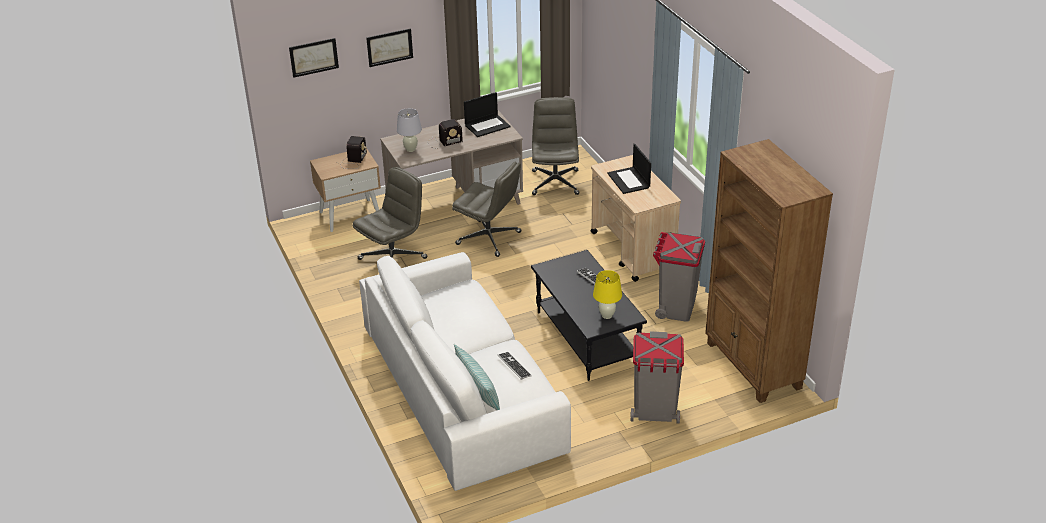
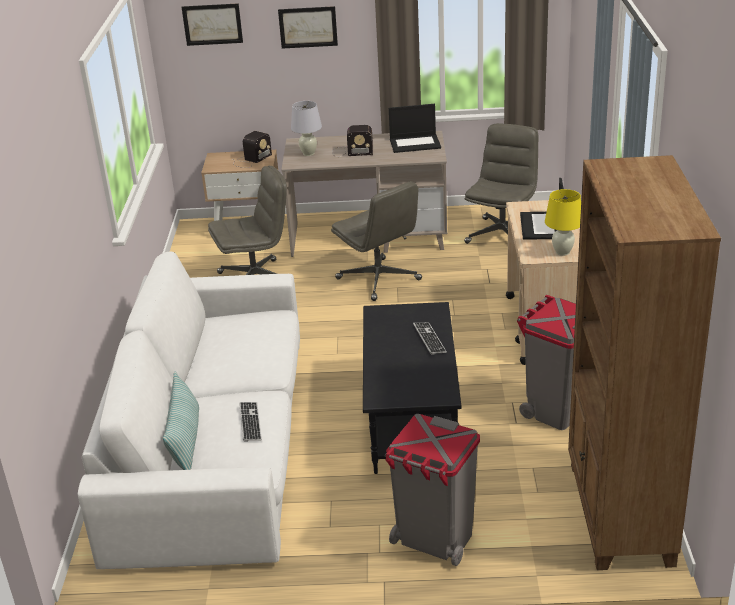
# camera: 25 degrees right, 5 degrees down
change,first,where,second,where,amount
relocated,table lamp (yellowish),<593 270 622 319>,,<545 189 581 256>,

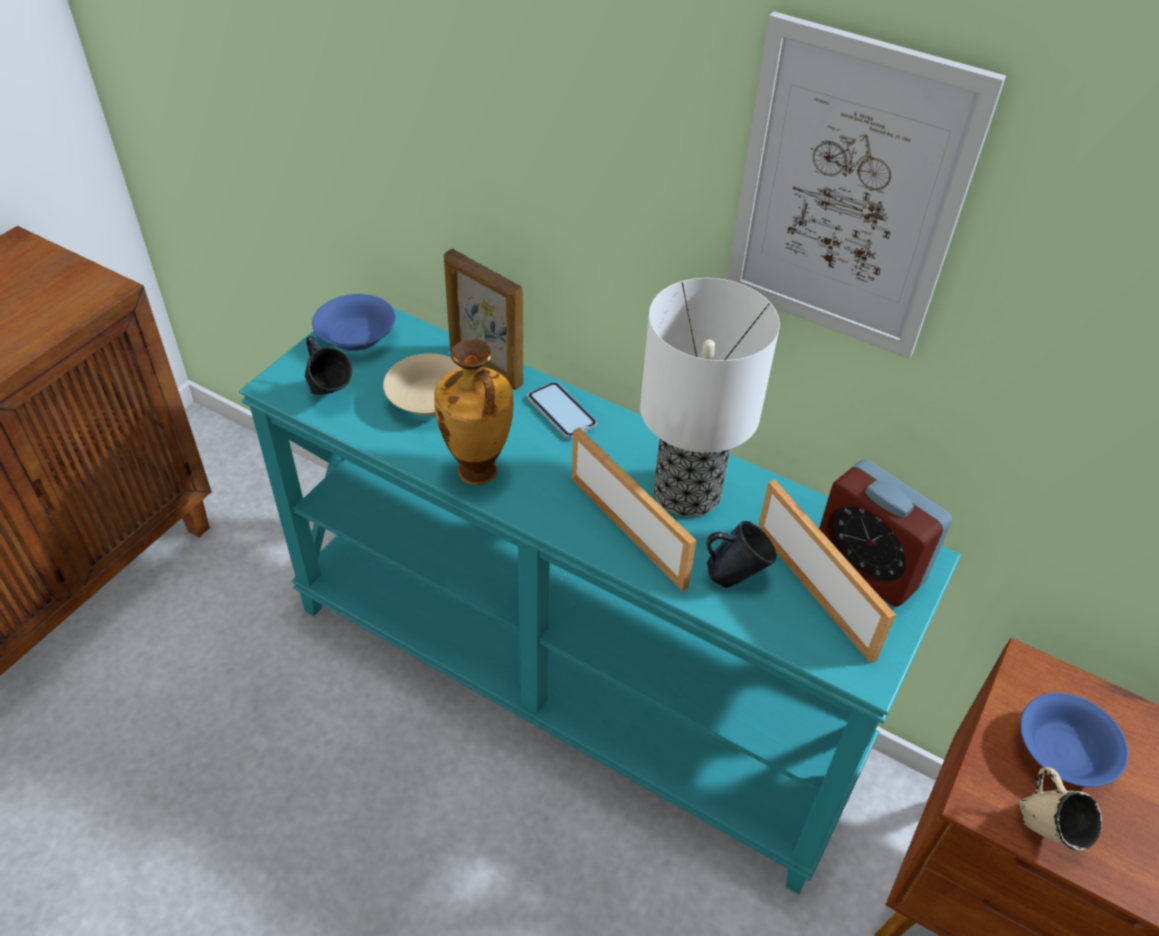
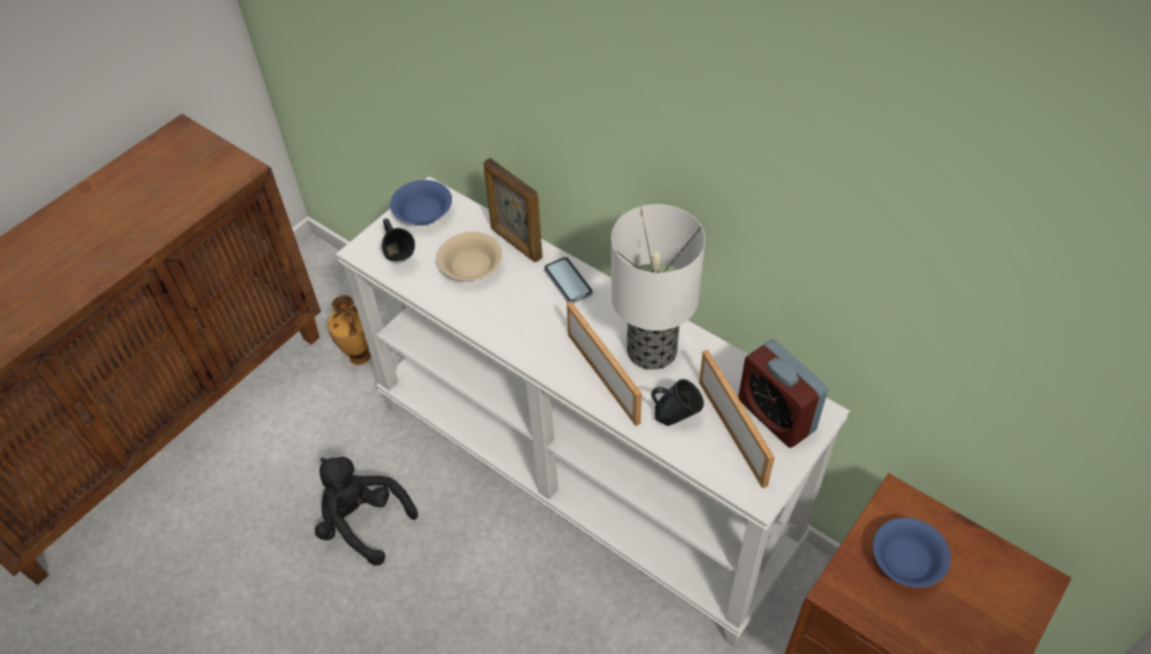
# camera: 10 degrees right, 5 degrees up
change,first,where,second,where,amount
appeared,,,plush toy (black-coloured),<315 457 418 566>,
relocated,flower vase,<434 339 513 485>,,<328 295 371 365>,
colour,console table (blue-green),<239 293 961 894>,console table (white-coloured),<335 176 850 647>,
missing,wall picture,<727 11 1006 359>,,,
missing,mug (beige-coloured),<1019 767 1102 851>,,,

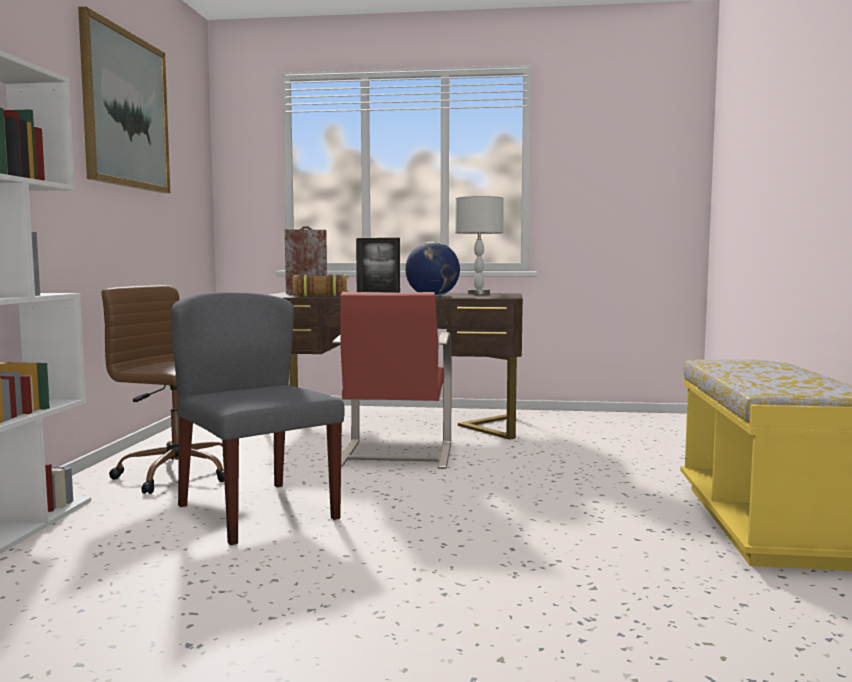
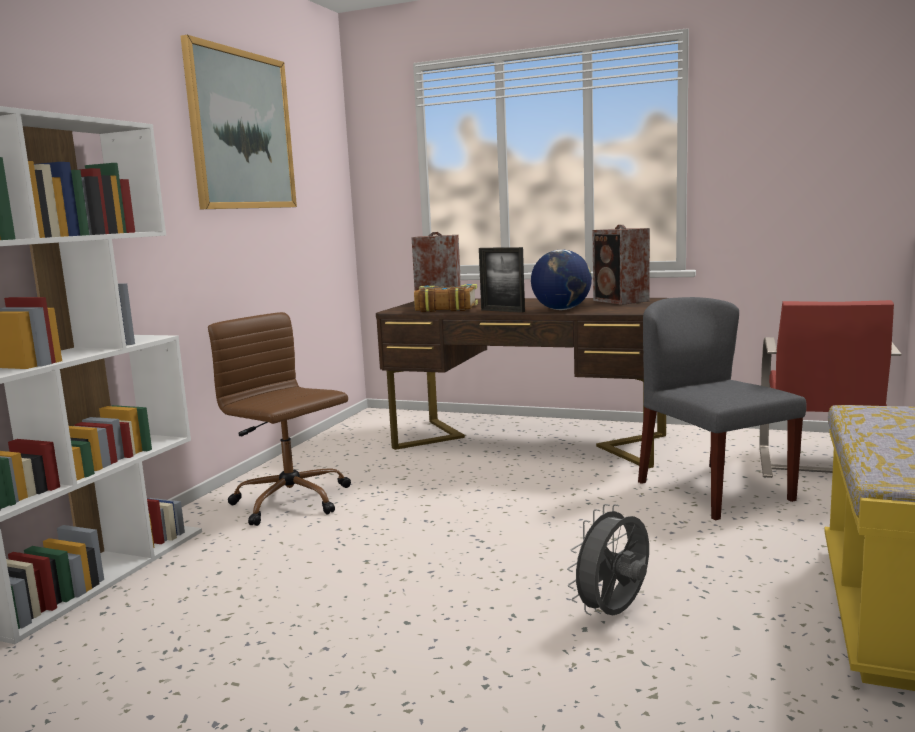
# camera: 15 degrees right, 5 degrees up
change,first,where,second,where,amount
appeared,,,fan (gray),<567 504 649 615>,
exchanged,table lamp (gray),<455 196 504 294>,speaker,<592 225 650 305>,
relocated,chair (gray),<171 292 345 545>,,<638 297 807 520>,
relocated,chair (reddish),<332 292 452 469>,,<759 300 902 478>,

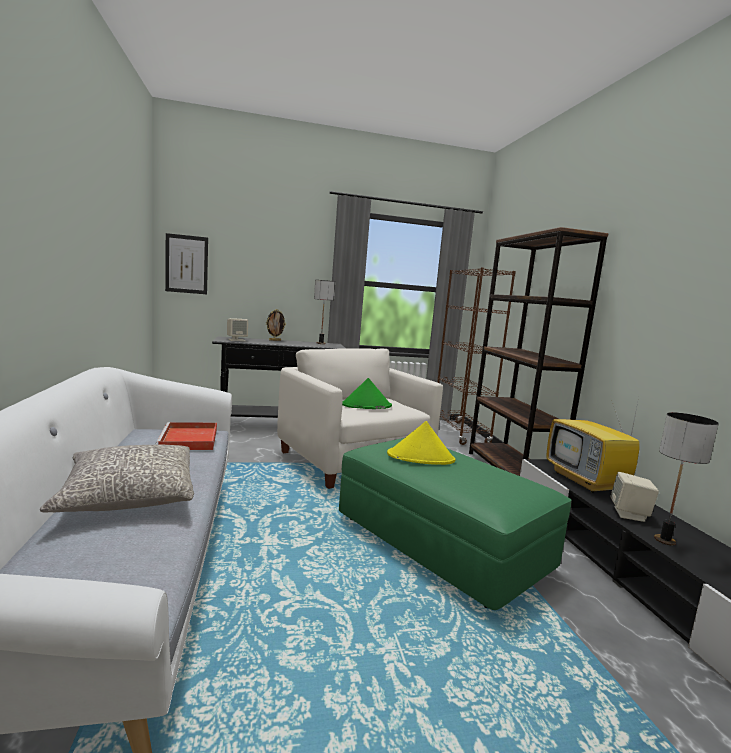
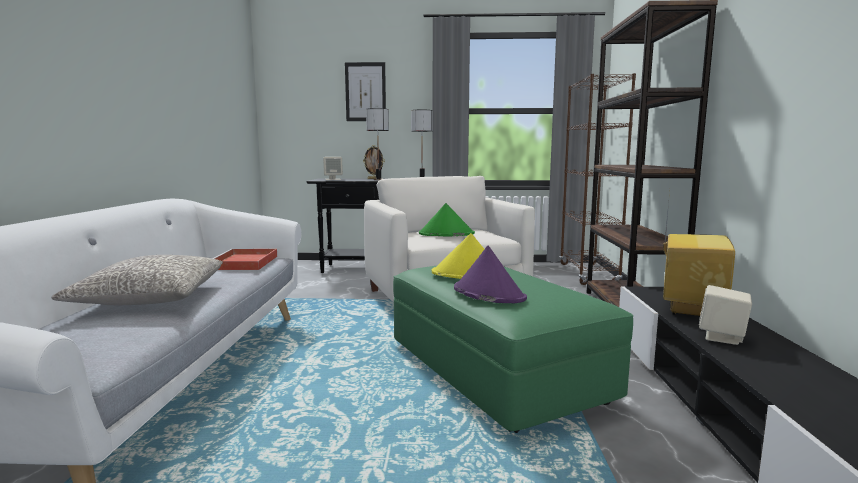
# camera: 15 degrees right, 0 degrees up
change,first,where,second,where,amount
relocated,wall picture,<165 233 208 294>,,<345 62 386 121>,
relocated,table lamp,<654 412 719 545>,,<366 108 389 180>,
appeared,,,wearable hat (purple),<454 246 527 303>,
spun,television,<546 398 640 493>,,<663 192 735 316>,150 degrees counterclockwise

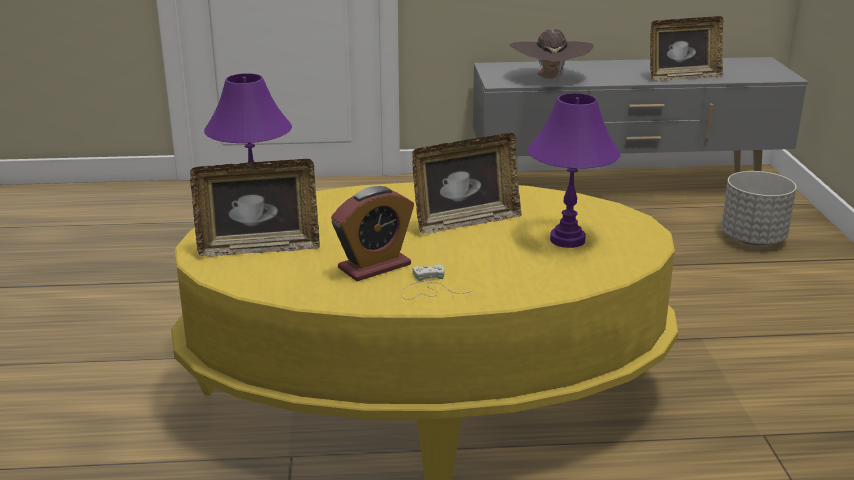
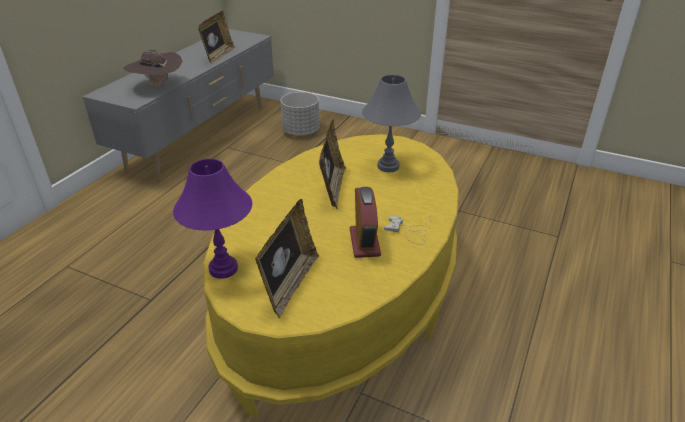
# camera: 60 degrees left, 10 degrees up
change,first,where,second,where,amount
colour,table lamp (purple),<527 93 621 248>,table lamp (gray),<362 75 421 172>,

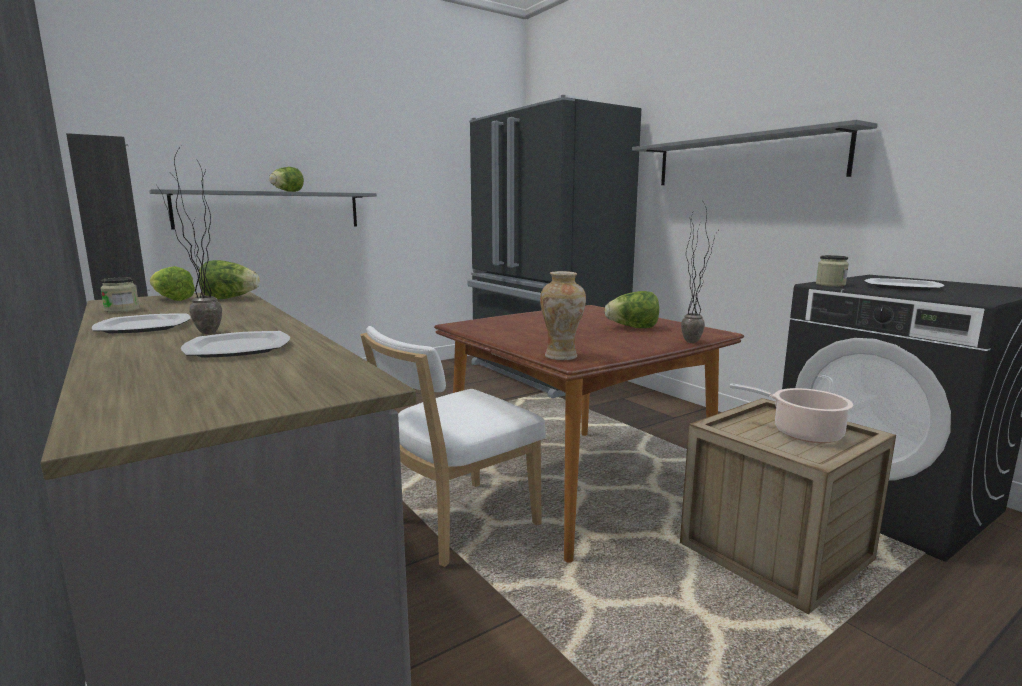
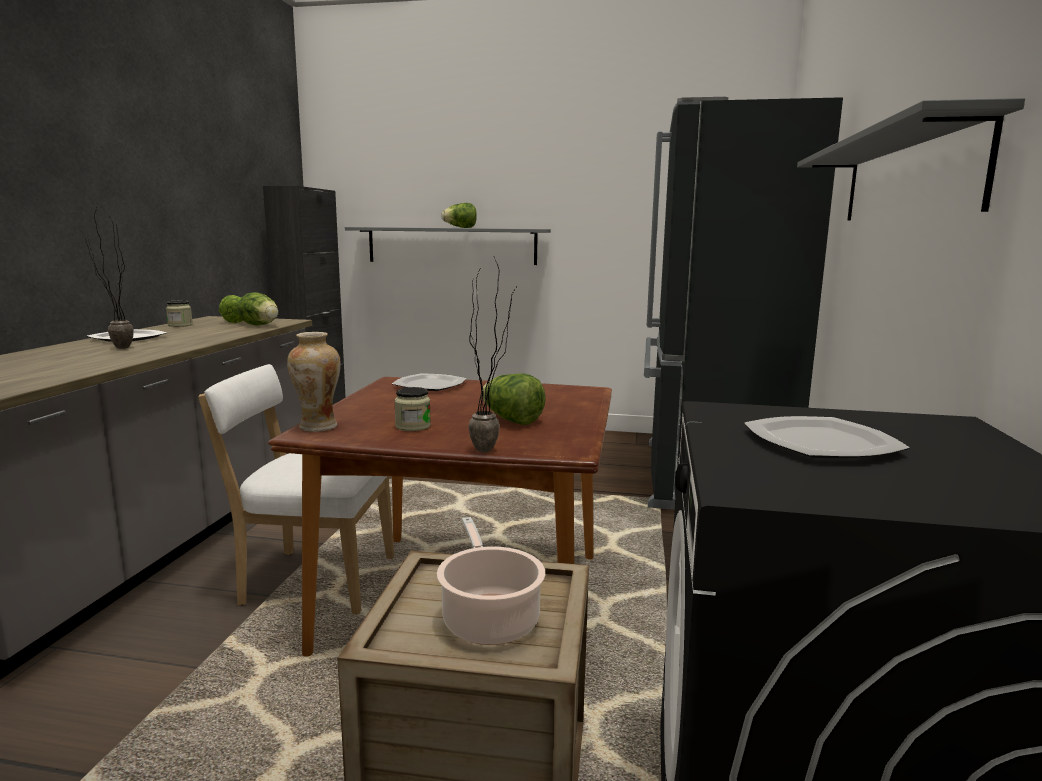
# camera: 45 degrees right, 0 degrees up
change,first,where,second,where,amount
relocated,dinner plate,<181 331 290 357>,,<392 373 466 391>,
relocated,jar,<816 255 849 286>,,<394 387 431 431>,

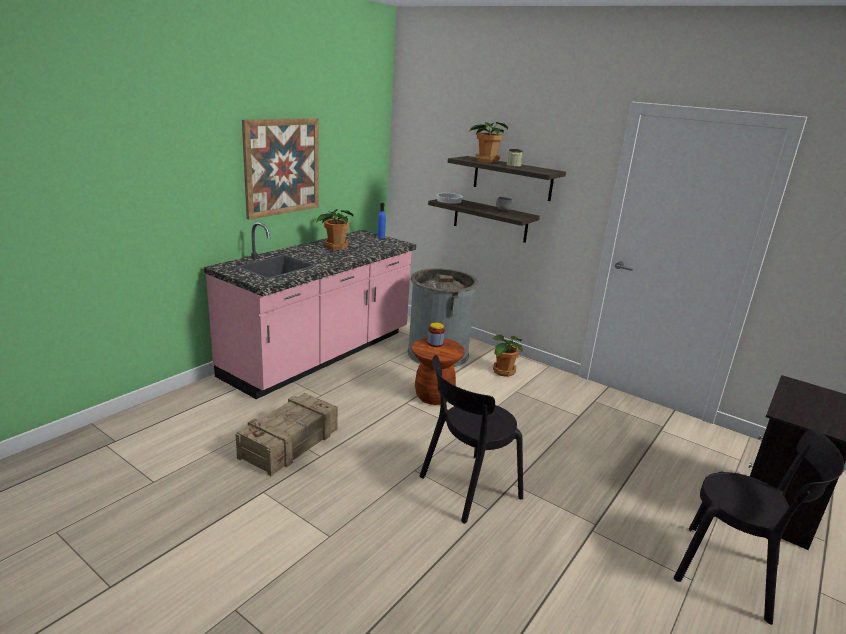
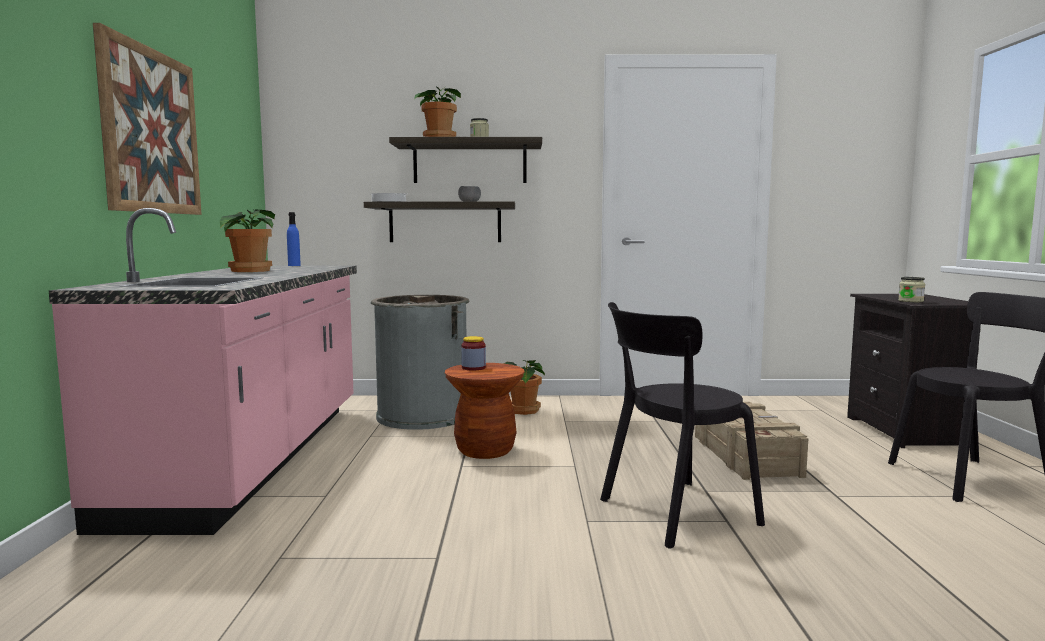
# camera: 35 degrees left, 15 degrees down
change,first,where,second,where,amount
spun,chair (black-coloured),<419 355 523 524>,,<600 302 765 549>,45 degrees clockwise
relocated,shipping crate,<235 393 338 476>,,<695 402 808 480>,
appeared,,,jar,<898 277 925 302>,

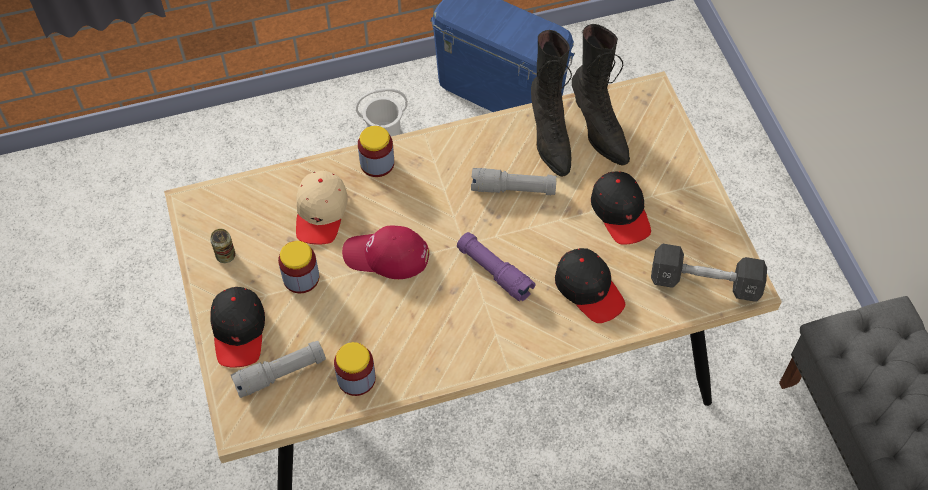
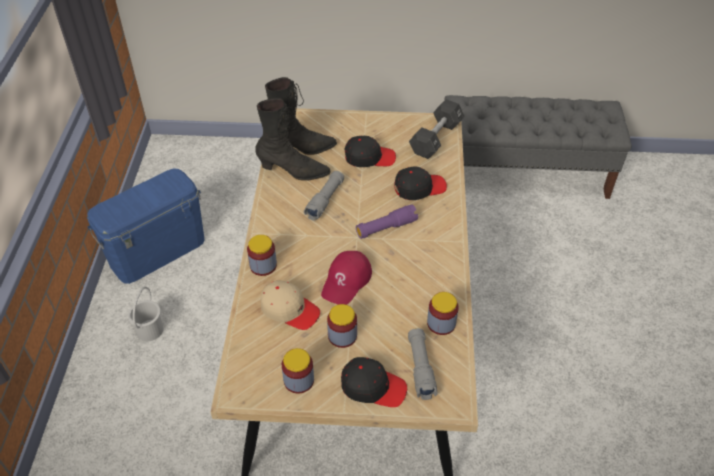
# camera: 70 degrees left, 10 degrees down
change,first,where,second,where,amount
exchanged,metal can,<210 229 236 263>,jar,<282 348 314 394>,

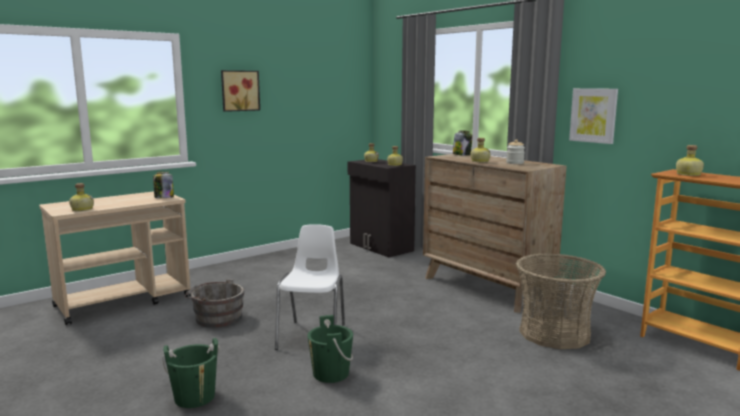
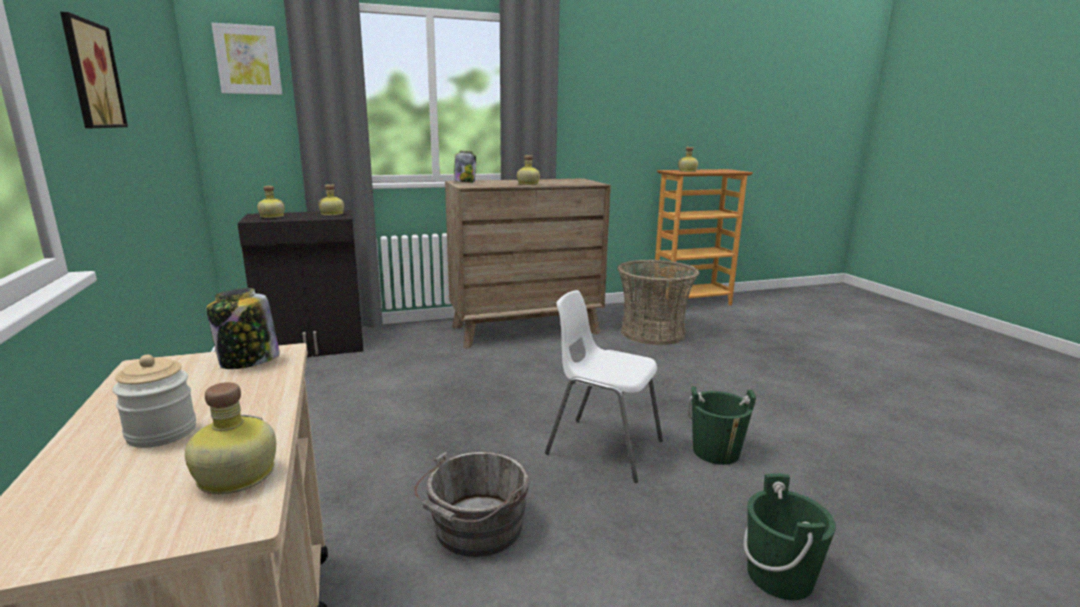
# camera: 70 degrees left, 5 degrees up
change,first,where,second,where,amount
relocated,jar,<506 139 525 164>,,<112 355 196 448>,
relocated,wall picture,<569 88 618 144>,,<212 23 282 95>,

